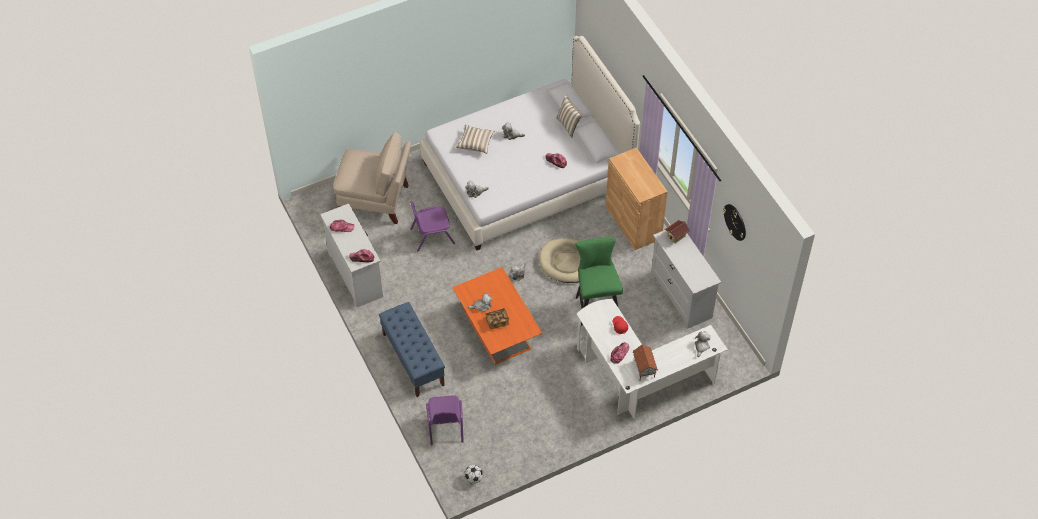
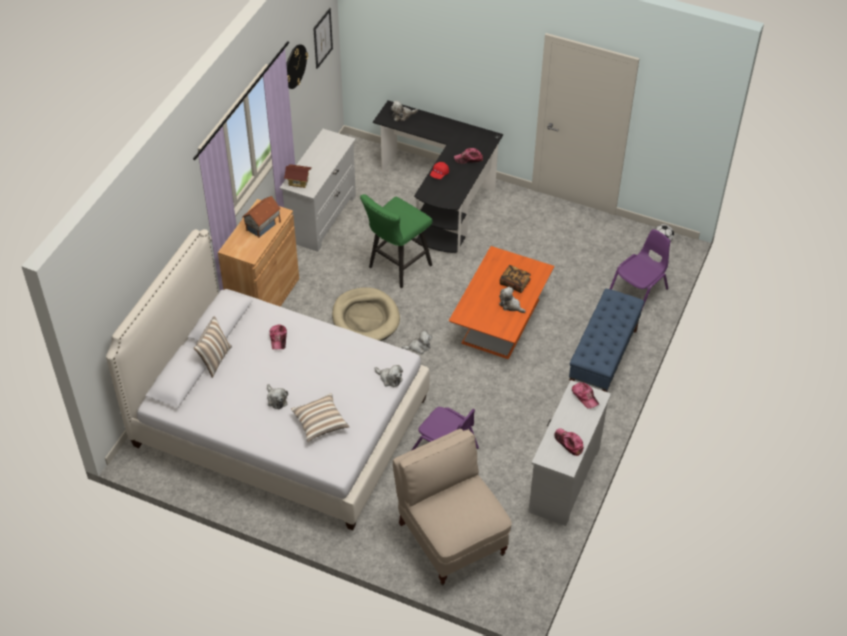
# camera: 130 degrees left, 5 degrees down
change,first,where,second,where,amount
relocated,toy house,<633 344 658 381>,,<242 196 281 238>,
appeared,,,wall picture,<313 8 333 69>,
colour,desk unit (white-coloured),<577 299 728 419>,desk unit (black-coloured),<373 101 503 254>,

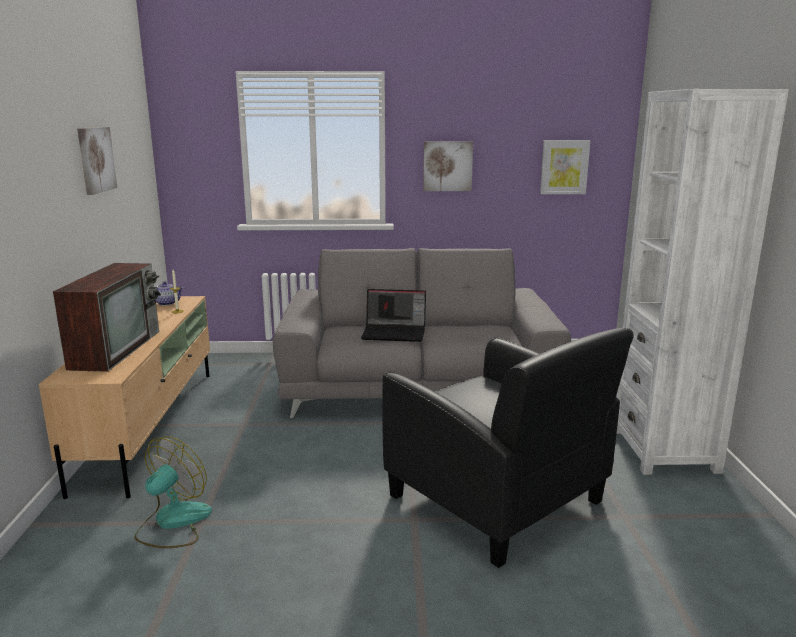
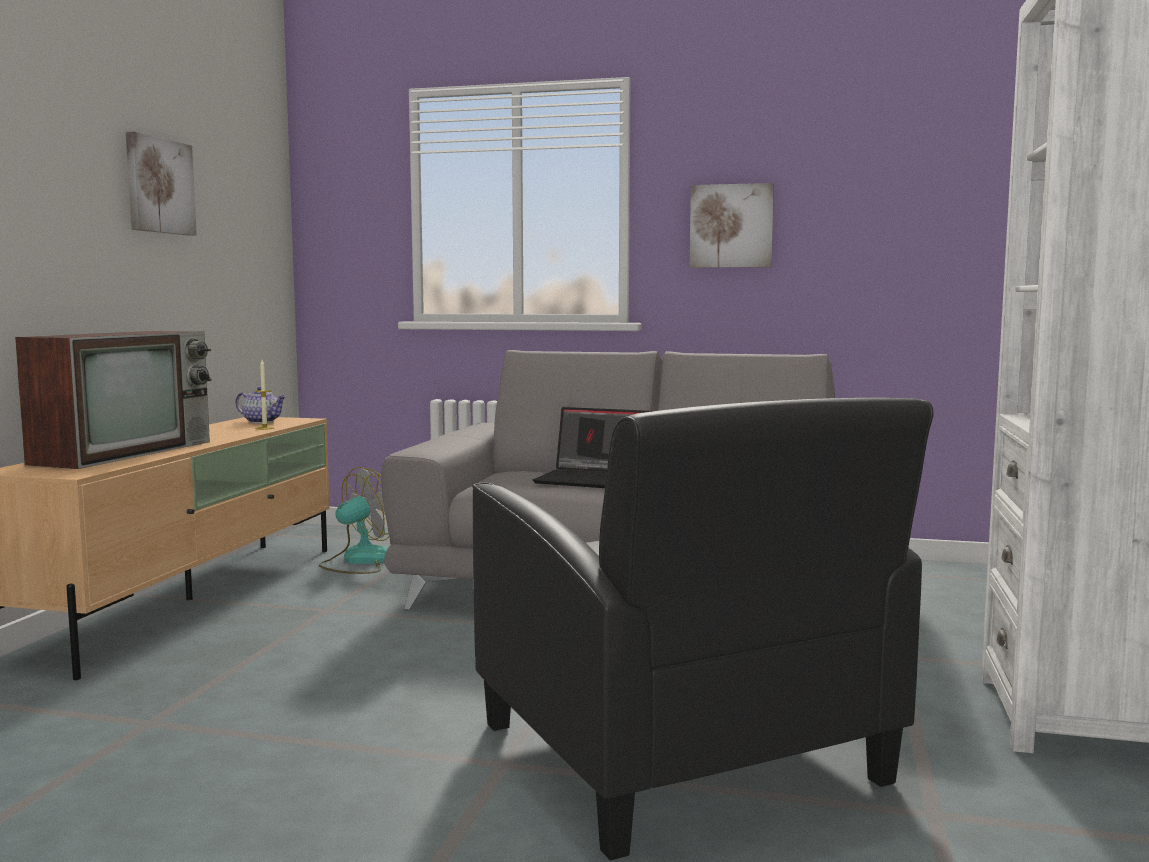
# camera: 15 degrees right, 10 degrees down
change,first,where,second,where,amount
relocated,fan,<135 436 212 548>,,<319 467 389 574>,
missing,wall picture,<540 140 590 194>,,,

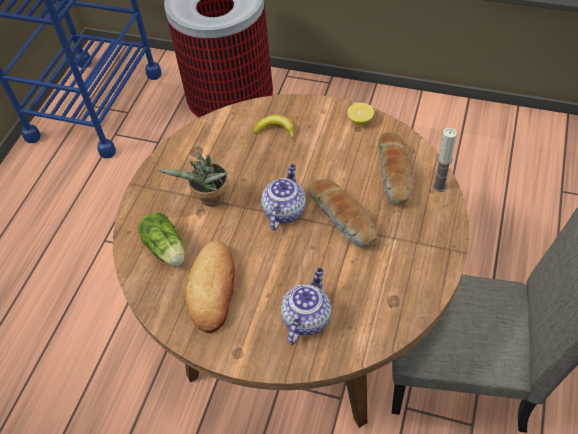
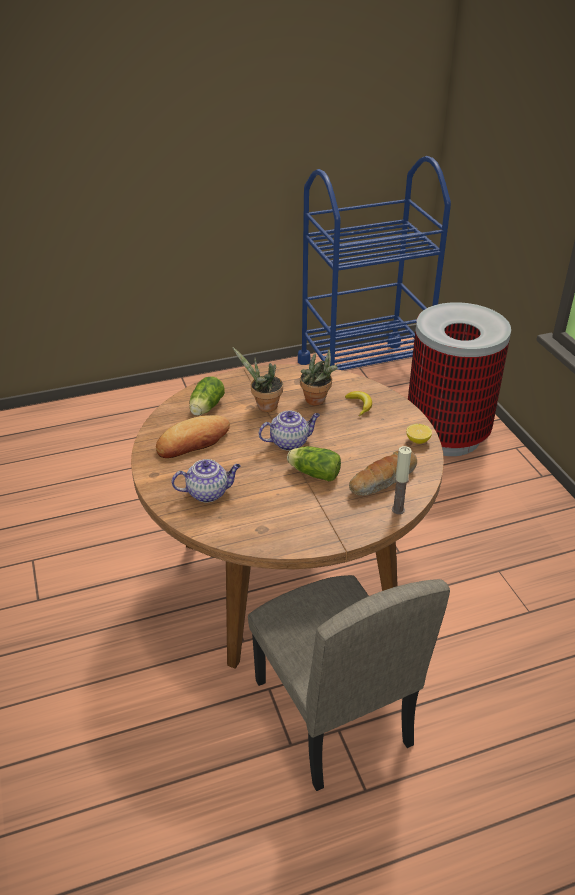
# camera: 50 degrees right, 15 degrees down
change,first,where,second,where,amount
exchanged,baked bread,<309 179 378 248>,lettuce,<287 446 341 482>,
appeared,,,houseplant,<300 349 338 406>,

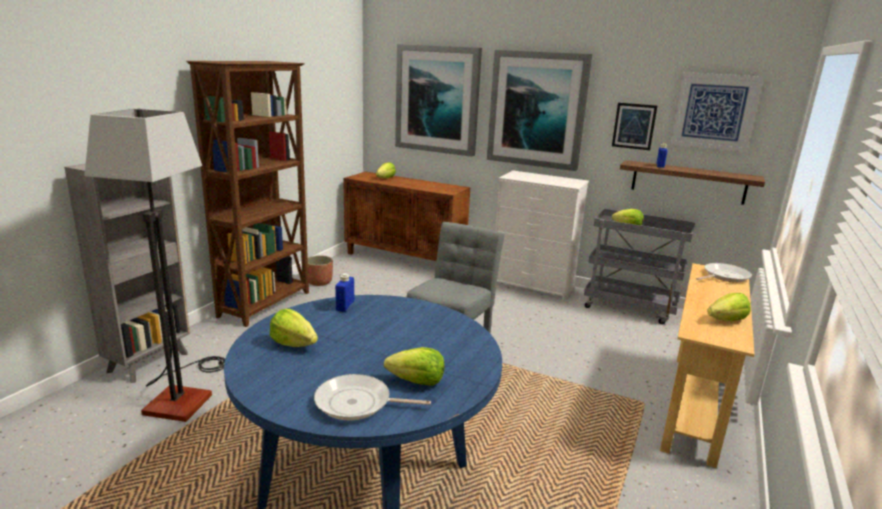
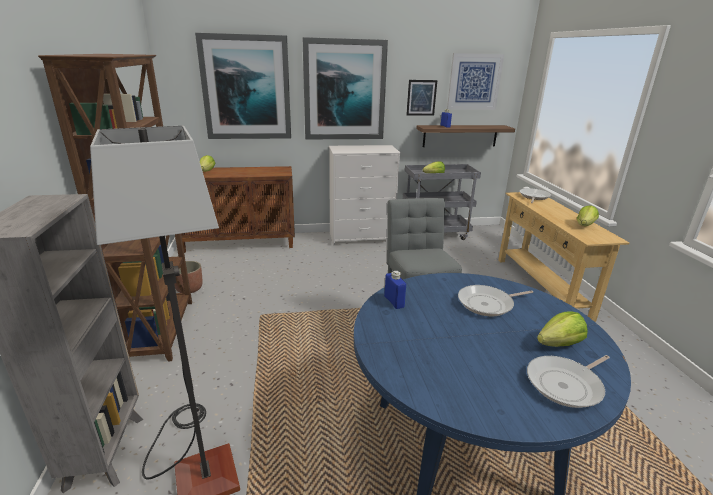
# camera: 35 degrees left, 5 degrees up
change,first,where,second,where,amount
appeared,,,frying pan,<458 285 533 316>,
missing,lettuce,<270 309 318 347>,,,

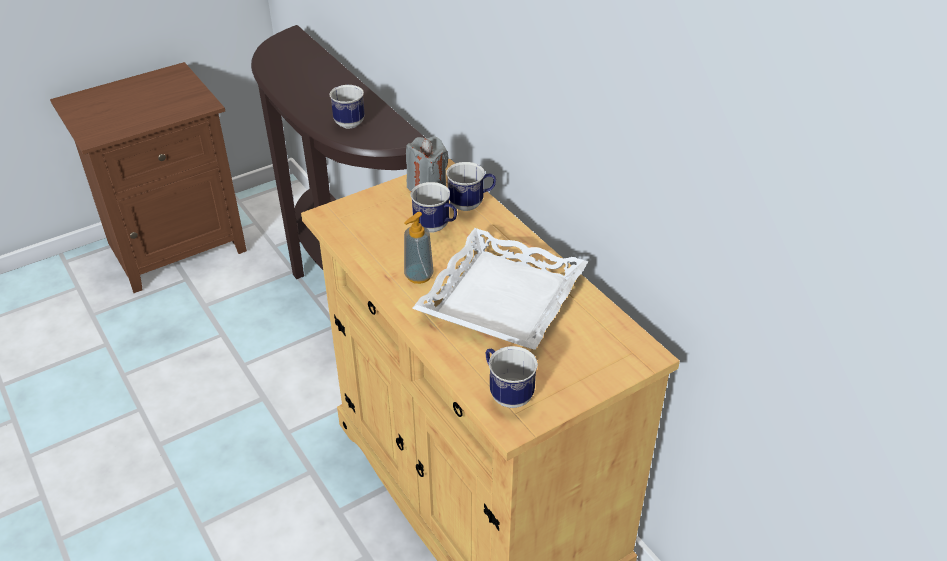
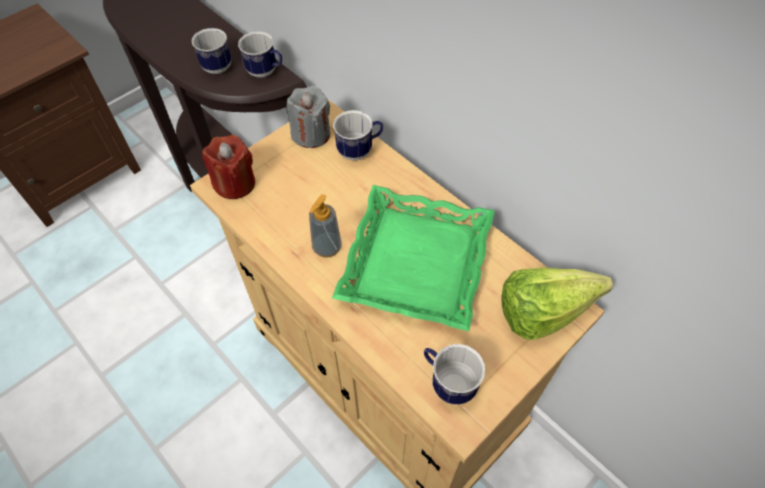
# camera: 10 degrees left, 15 degrees up
change,first,where,second,where,amount
appeared,,,candle (reddish),<202 135 255 199>,
relocated,mug,<411 182 457 233>,,<238 32 282 78>,
colour,serving tray (white-coloured),<412 228 588 350>,serving tray (green),<332 185 495 331>,
appeared,,,lettuce,<501 267 613 340>,

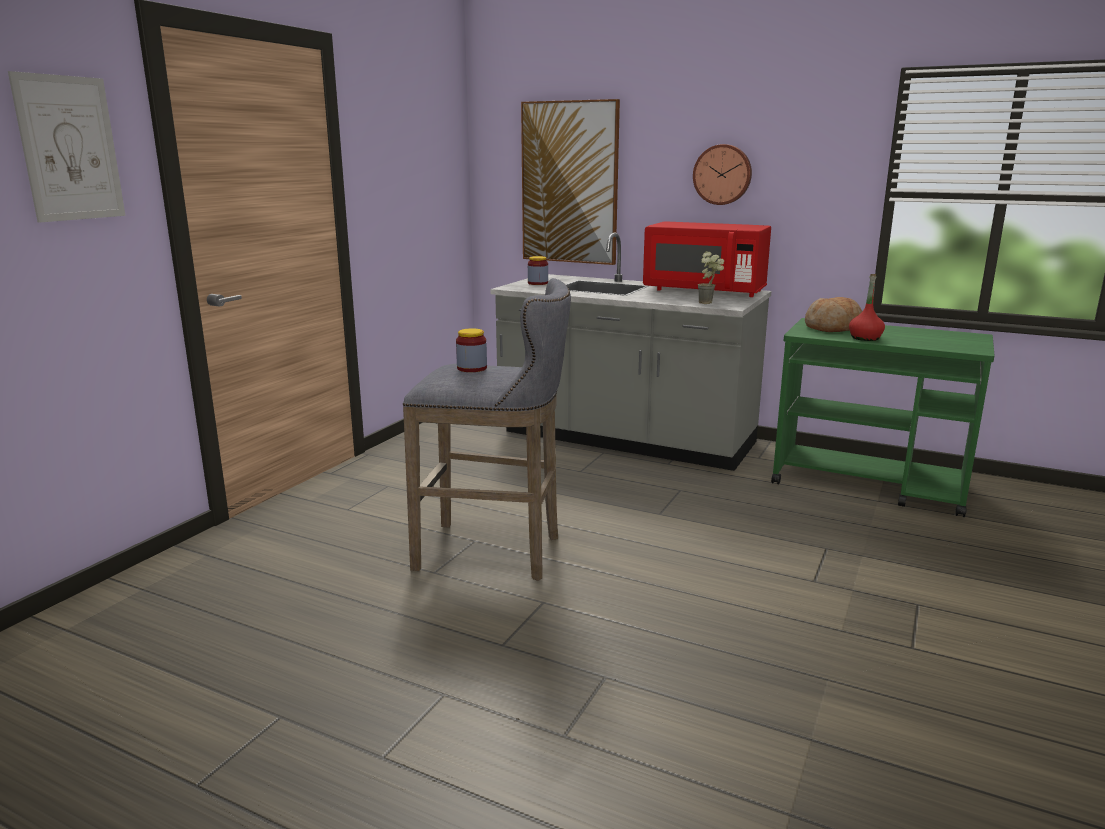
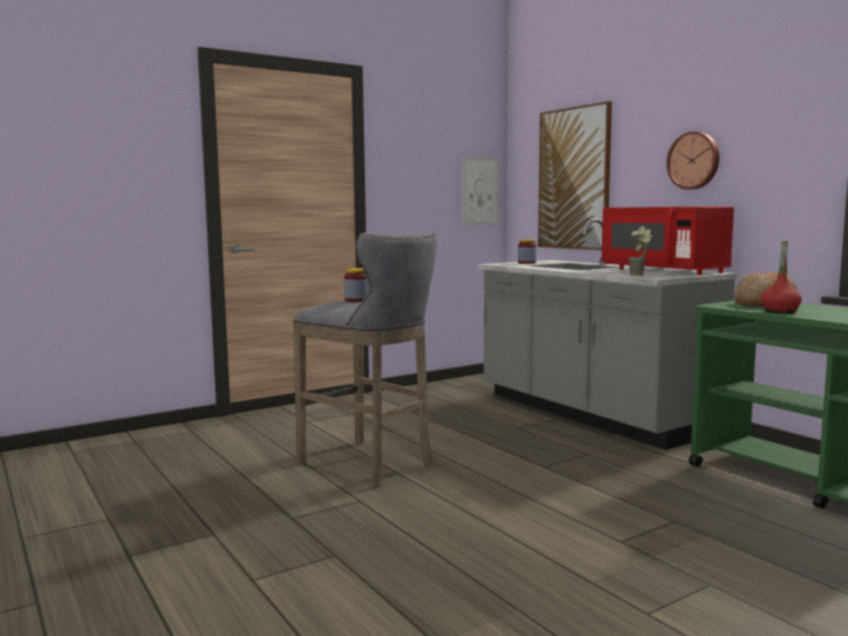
# camera: 30 degrees right, 10 degrees down
change,first,where,second,where,amount
relocated,wall picture,<8 71 126 223>,,<462 157 499 225>,

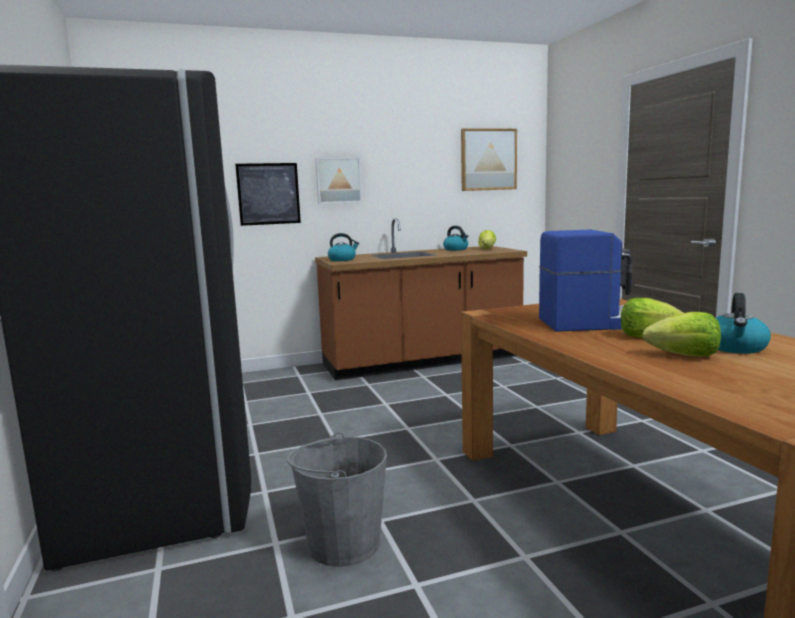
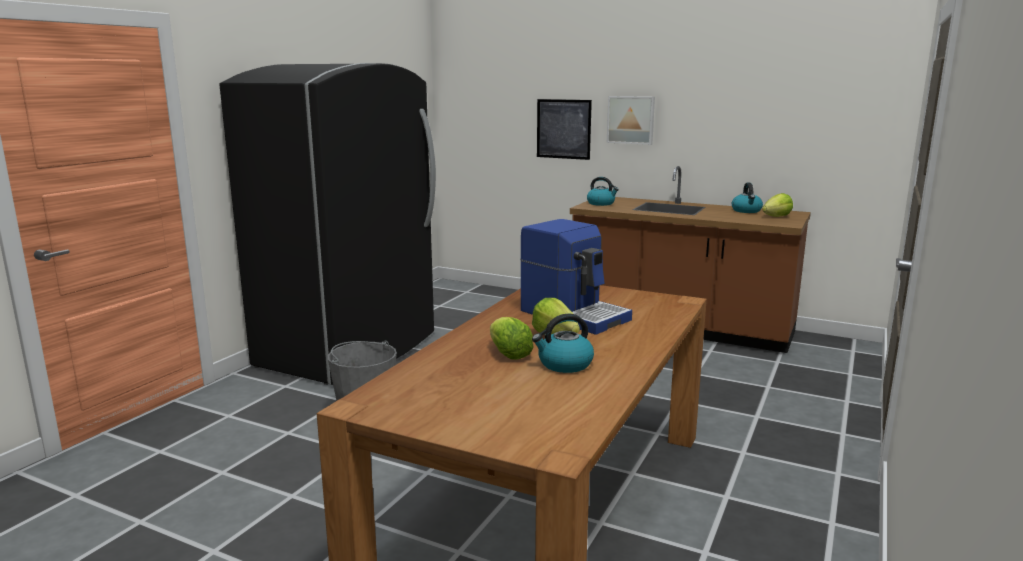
# camera: 45 degrees right, 5 degrees up
change,first,where,second,where,amount
missing,wall picture,<461 128 517 191>,,,

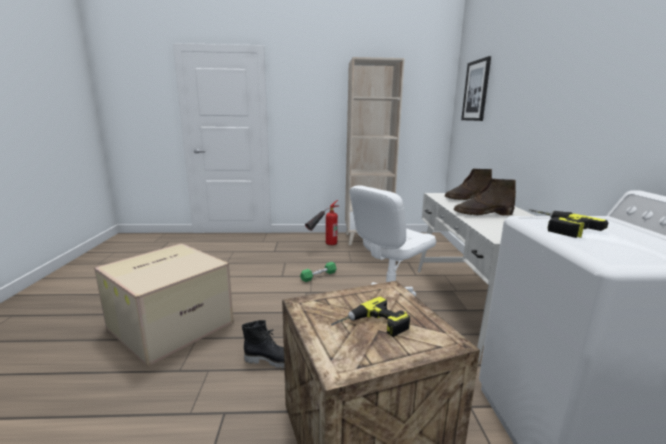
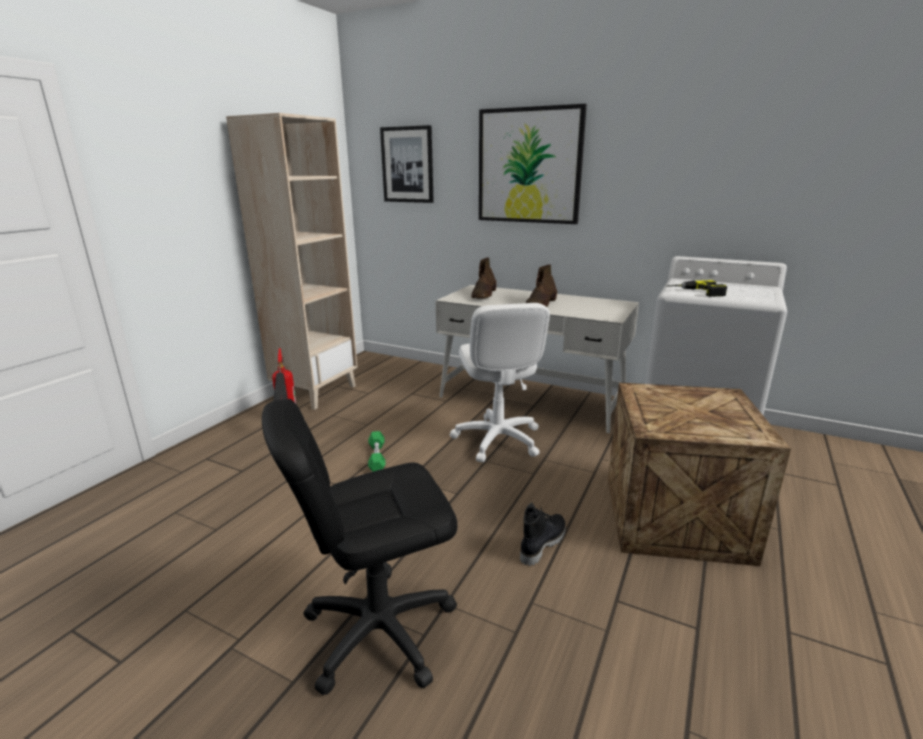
# camera: 60 degrees left, 5 degrees up
change,first,where,second,where,amount
exchanged,packing box,<94 243 234 366>,desk chair (black-coloured),<262 399 457 695>,
appeared,,,wall picture,<479 104 587 224>,
missing,drill,<331 296 410 337>,,,

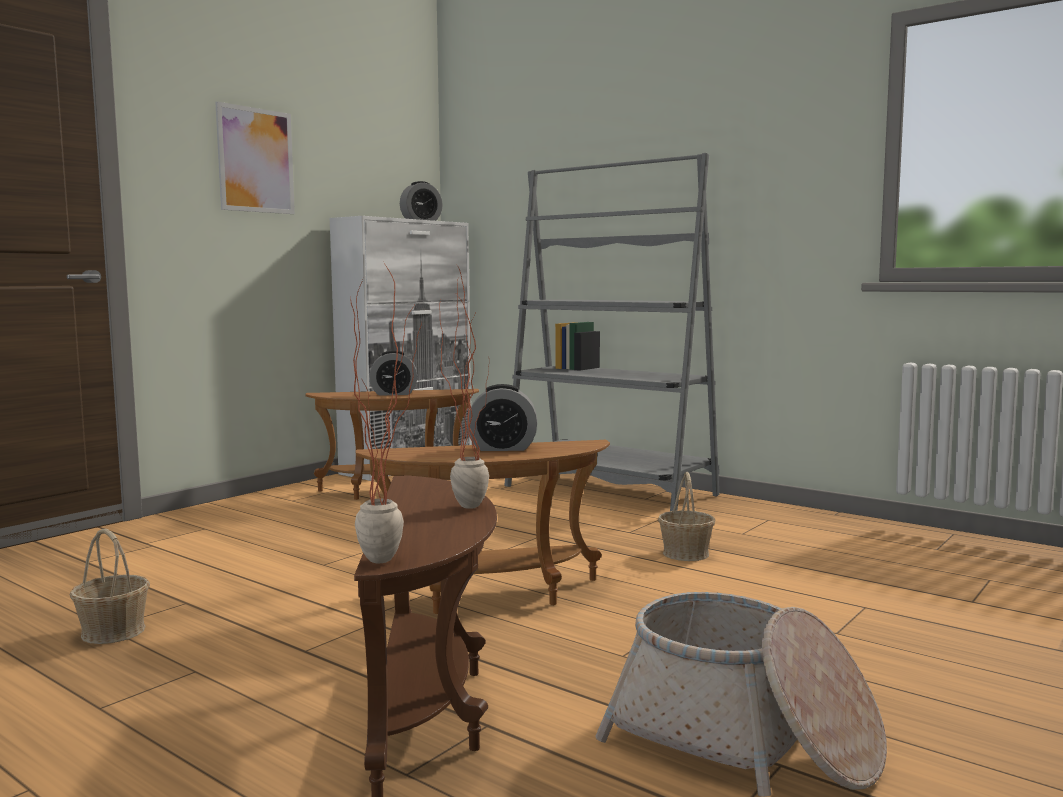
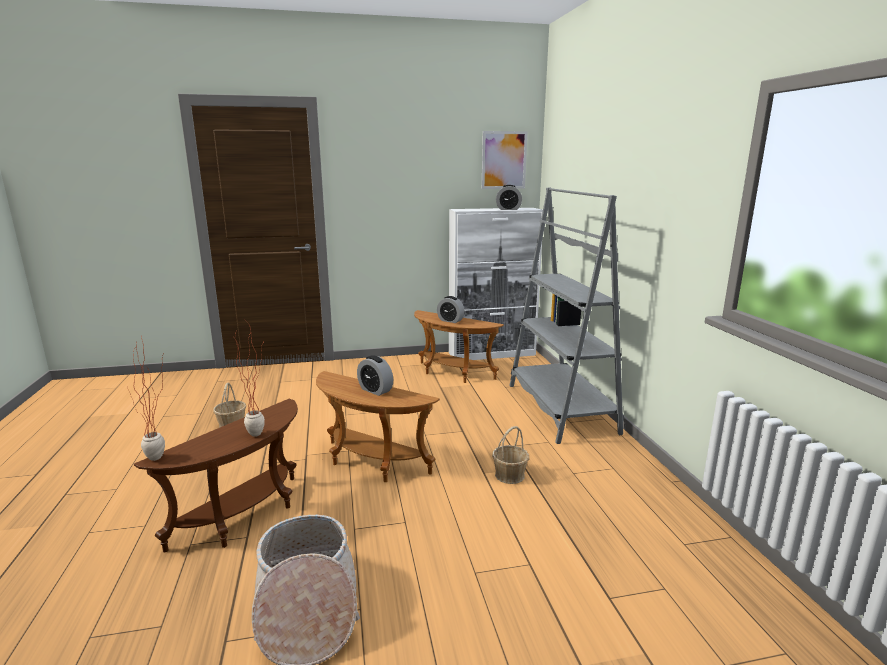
# camera: 40 degrees right, 10 degrees up
change,first,where,second,where,amount
relocated,wall picture,<215 101 295 214>,,<482 131 527 189>,

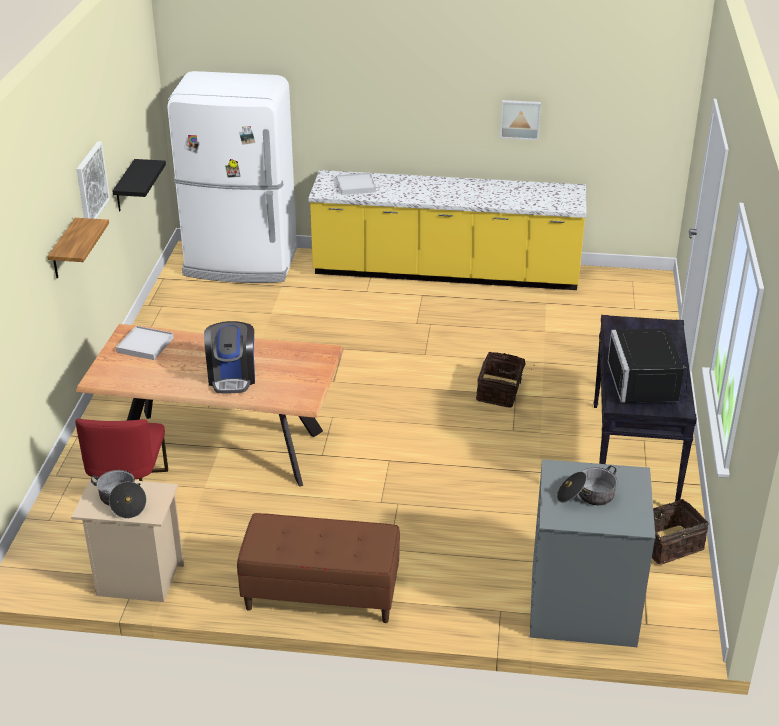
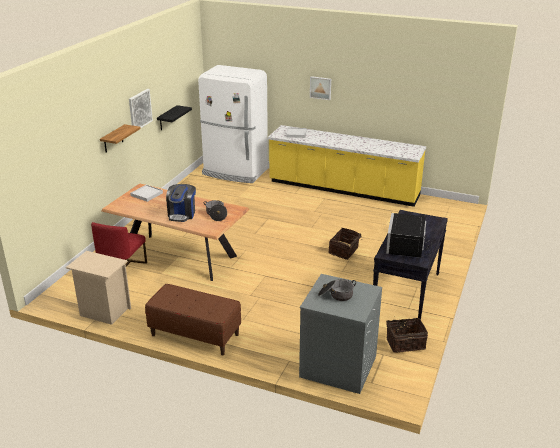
# camera: 15 degrees right, 5 degrees down
change,first,where,second,where,amount
relocated,saucepot,<91 470 147 519>,,<204 200 227 221>,
relocated,wall picture,<500 100 541 140>,,<310 76 331 100>,

